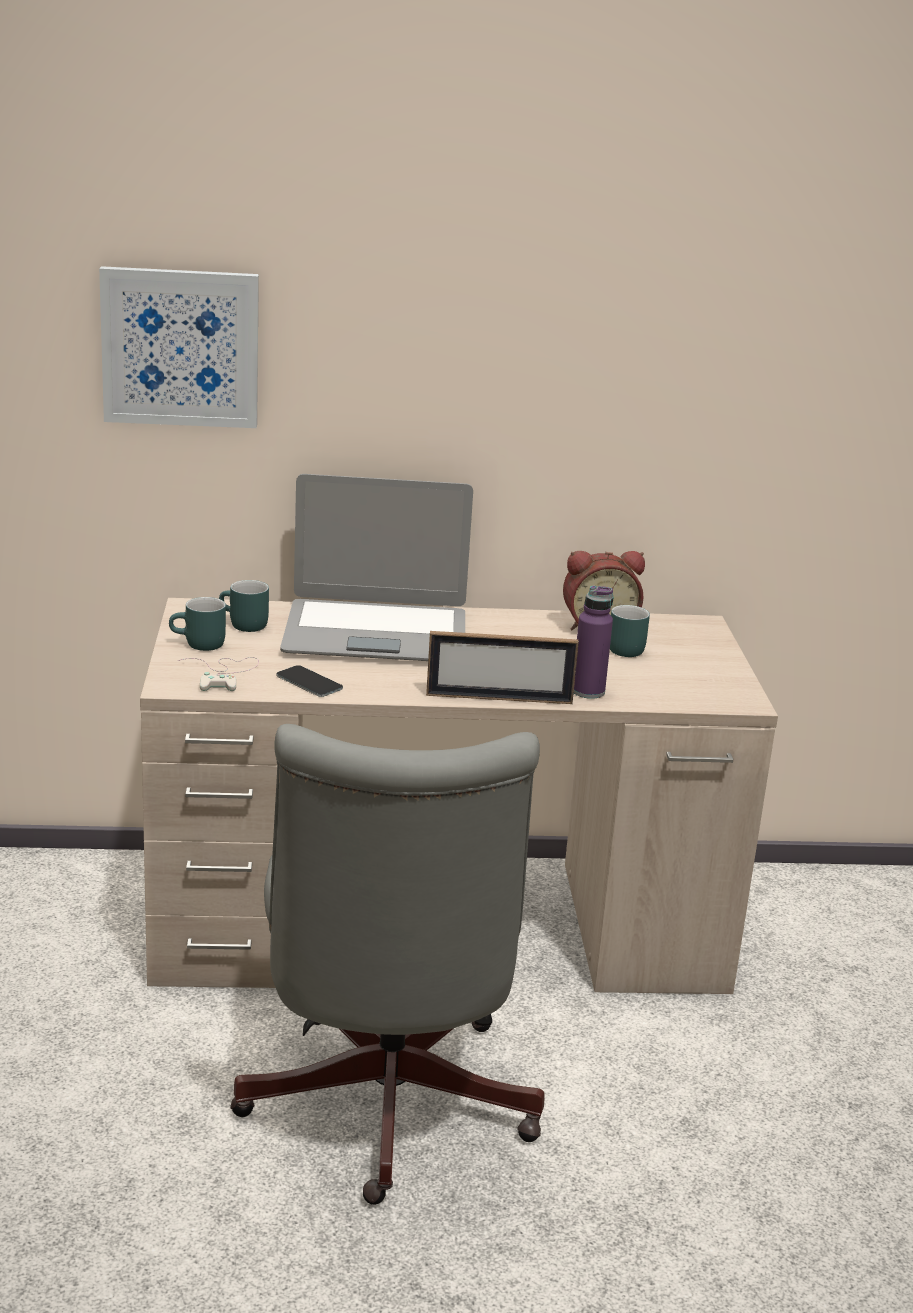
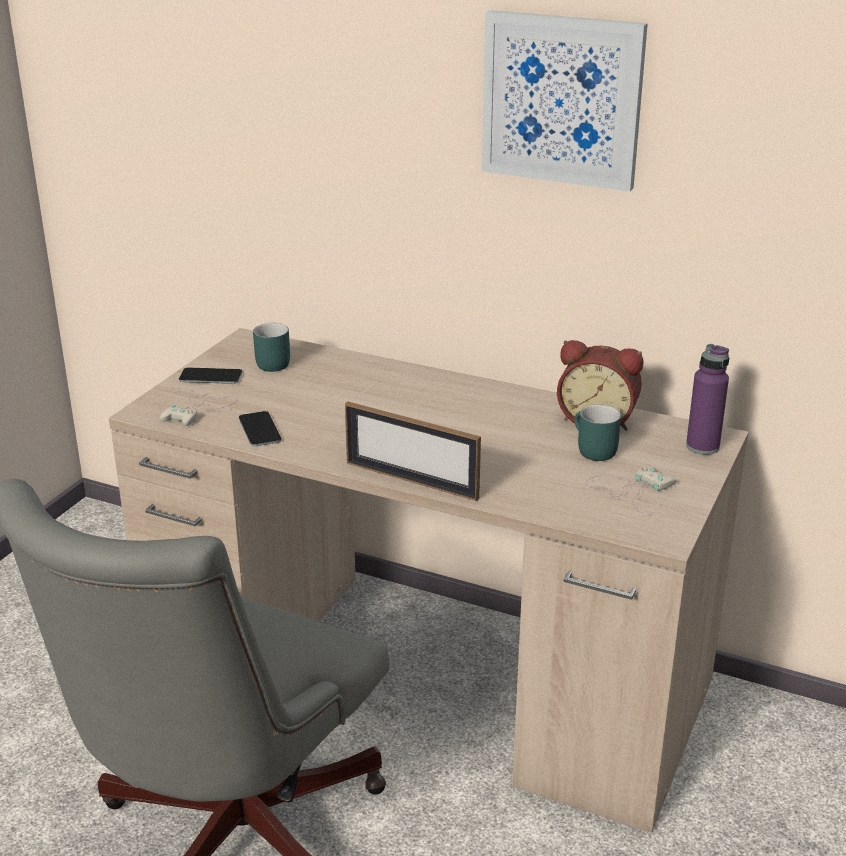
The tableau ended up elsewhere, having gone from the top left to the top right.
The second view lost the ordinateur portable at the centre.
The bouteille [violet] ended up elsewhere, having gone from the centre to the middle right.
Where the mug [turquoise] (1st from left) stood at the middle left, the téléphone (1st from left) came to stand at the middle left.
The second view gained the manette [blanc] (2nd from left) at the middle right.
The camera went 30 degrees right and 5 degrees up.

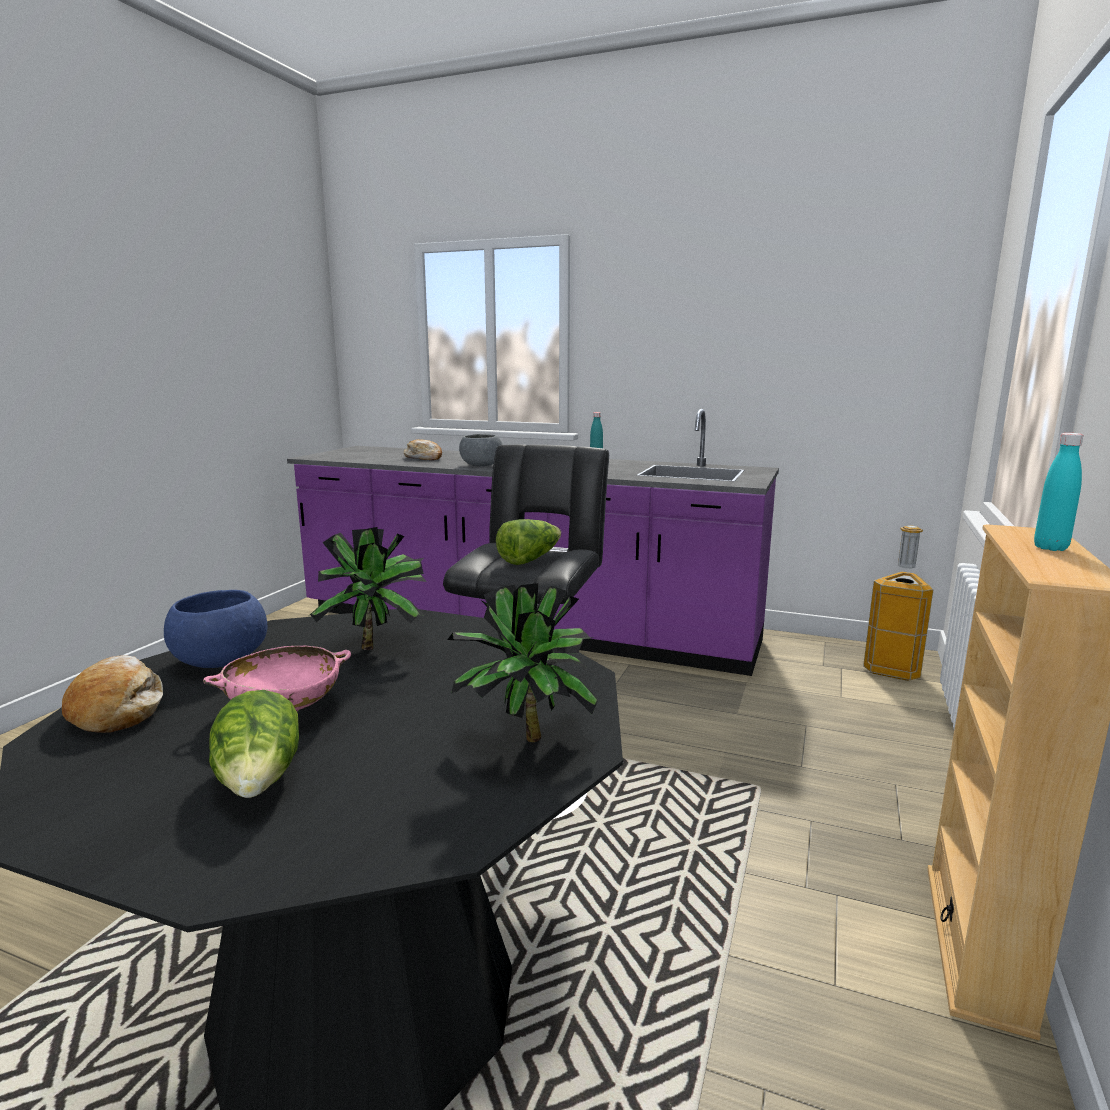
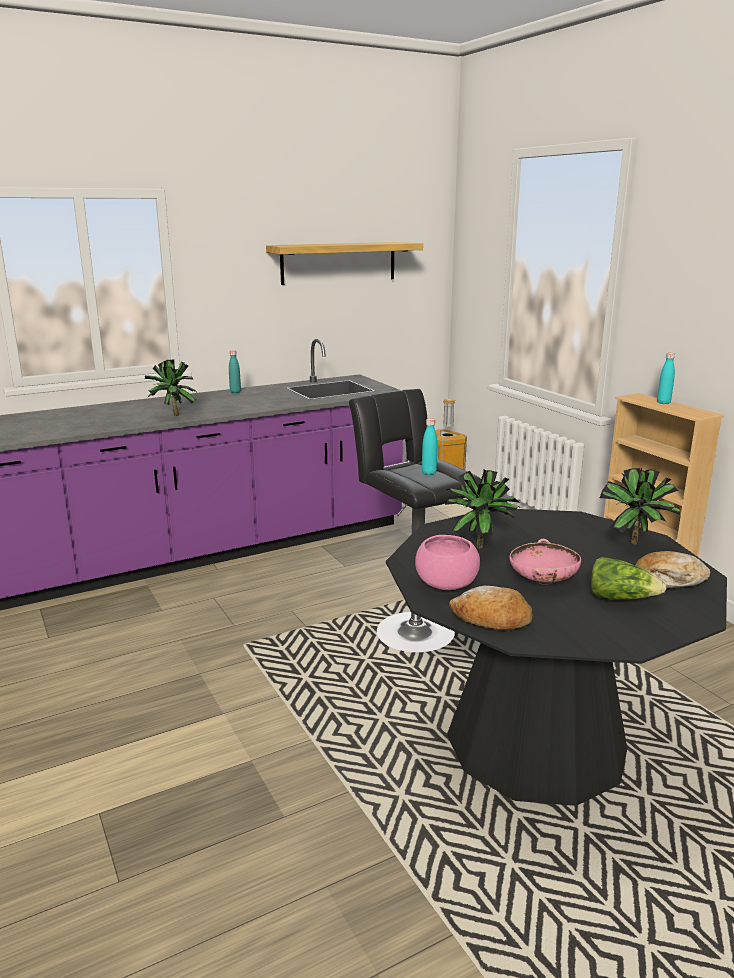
Where the bol [gris] stood at the centre, the plante en pot (1st from left) came to stand at the middle left.
The pain (2nd from left) ended up elsewhere, having gone from the centre to the middle right.
Where the laitue (2nd from left) stood at the centre, the bouteille [turquoise] (2nd from left) came to stand at the centre.
What was the bol [bleu] at the middle left turned into the bol [rose] (1st from left) at the centre.
The second view gained the étagère at the top centre.
The camera went 50 degrees left and 5 degrees up.

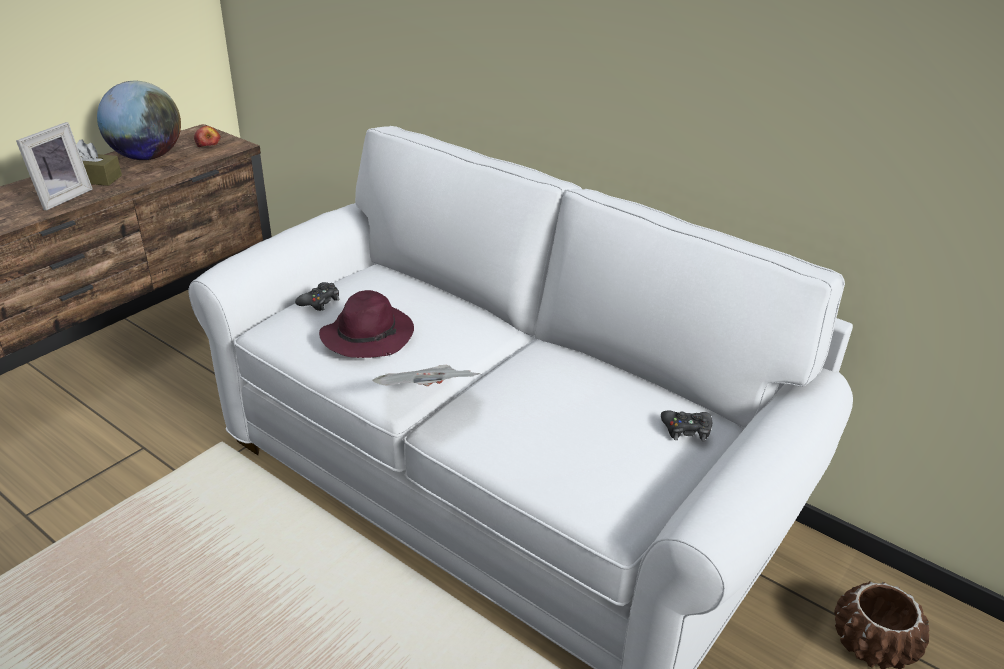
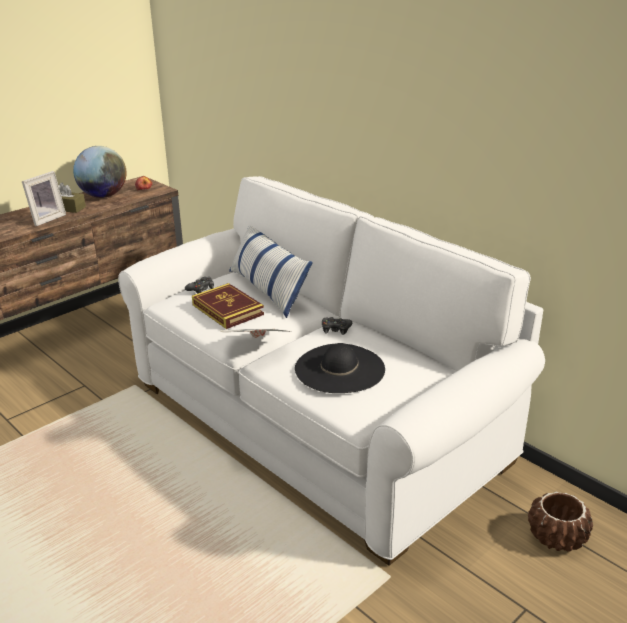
Where the chapeau [violet] stood at the centre, the livre came to stand at the centre.
The manette [noir] (2nd from left) ended up elsewhere, having gone from the middle right to the centre.
The second view gained the coussin at the centre.
The second view gained the chapeau [noir] at the centre.
The camera went 10 degrees right and 5 degrees down.

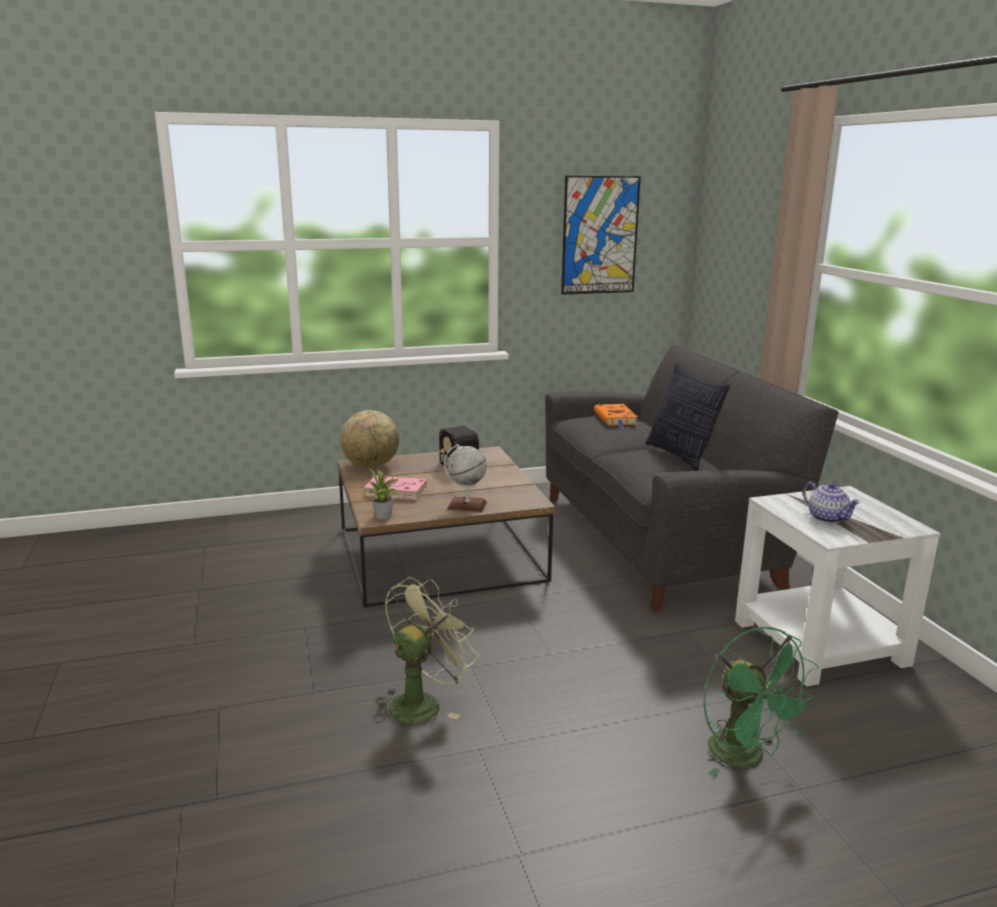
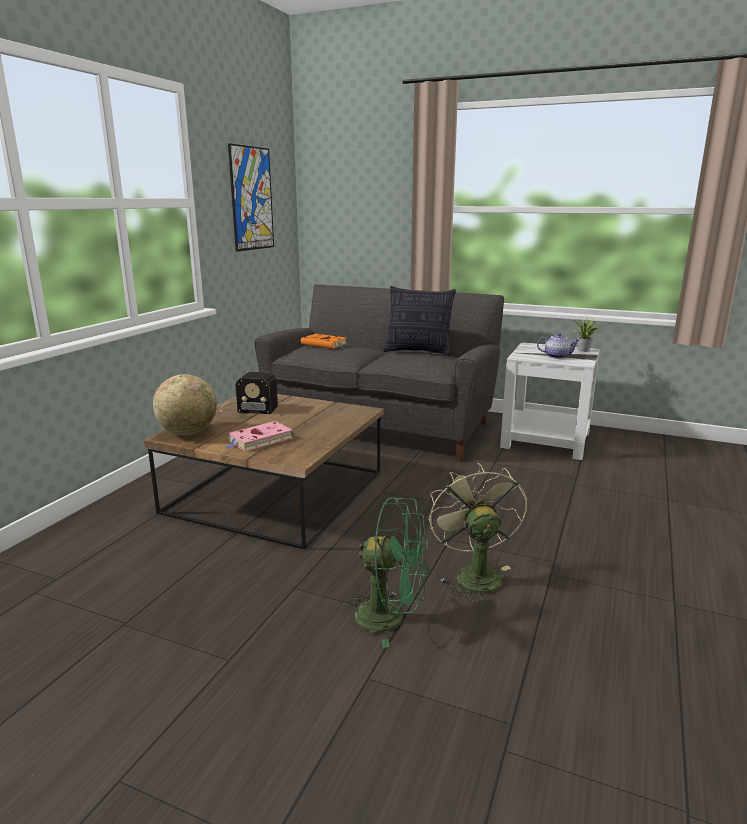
The second view lost the globe (2nd from left) at the centre.
The plante en pot ended up elsewhere, having gone from the centre to the middle right.
The ventilateur [vert] (2nd from left in the first image) ended up elsewhere, having gone from the bottom right to the bottom centre.
The camera went 50 degrees left and 0 degrees up.

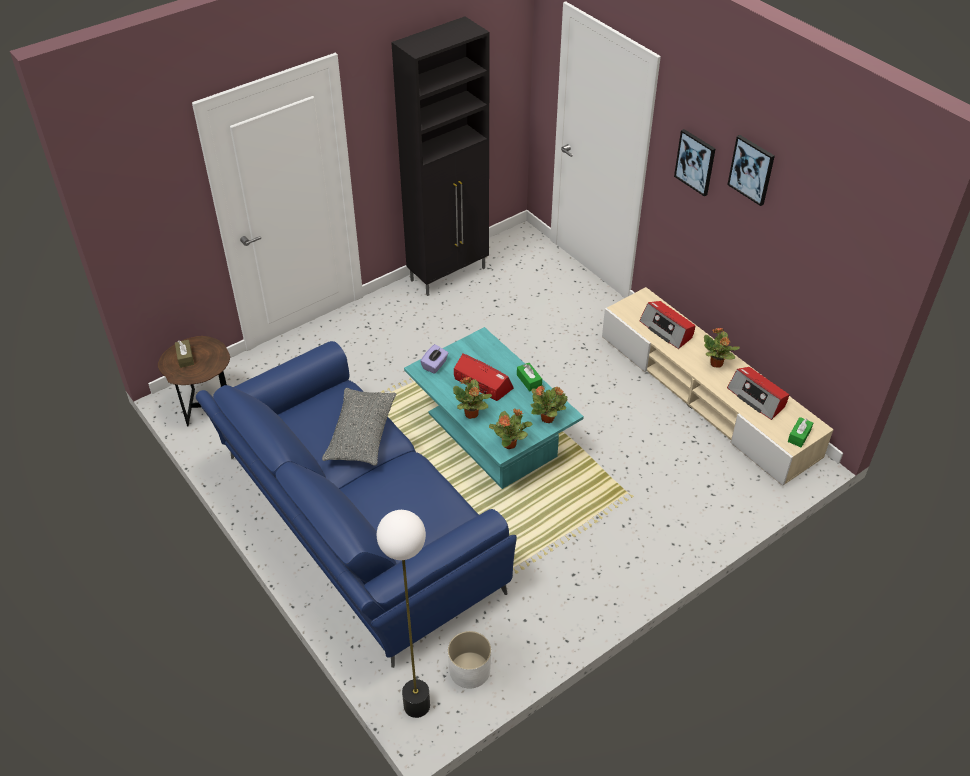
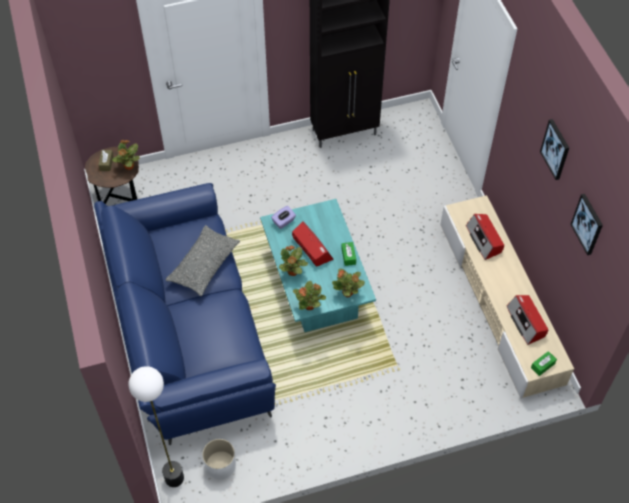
The tableau (1st from left in the first image) ended up elsewhere, having gone from the top right to the middle right.
The plante en pot (4th from left in the first image) ended up elsewhere, having gone from the middle right to the top left.
The camera went 20 degrees right and 10 degrees up.

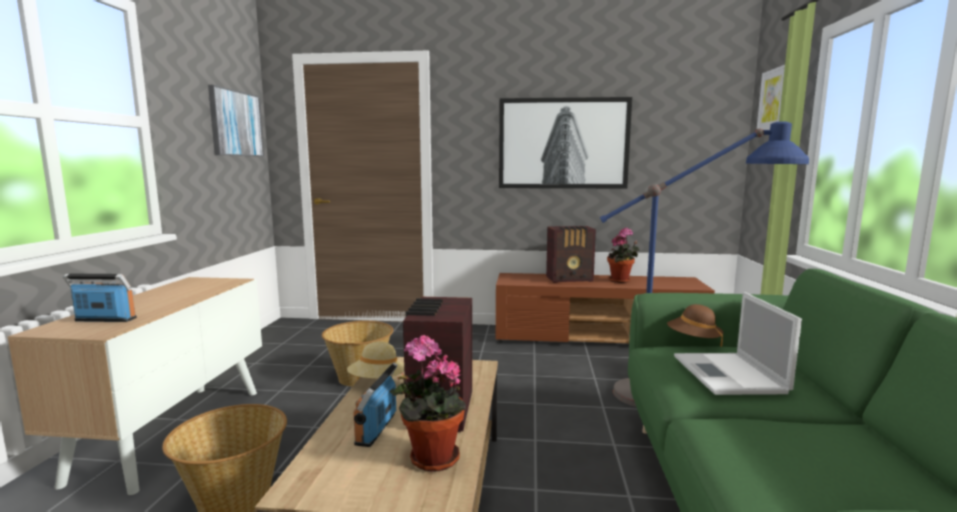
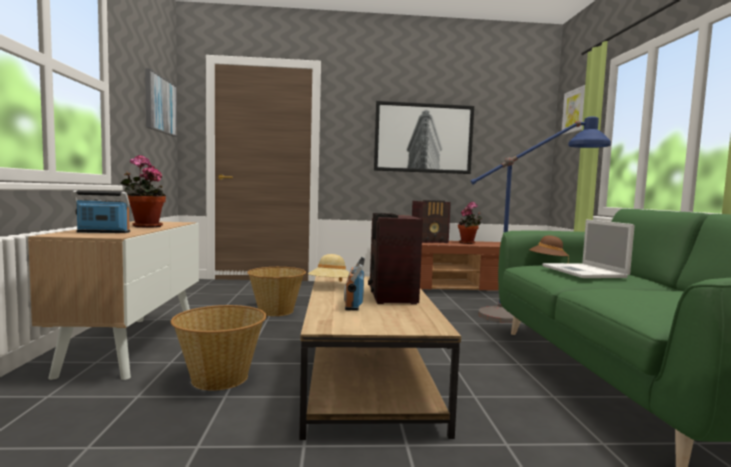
The plante en pot (1st from left) ended up elsewhere, having gone from the bottom centre to the middle left.
The camera went 10 degrees left and 5 degrees down.

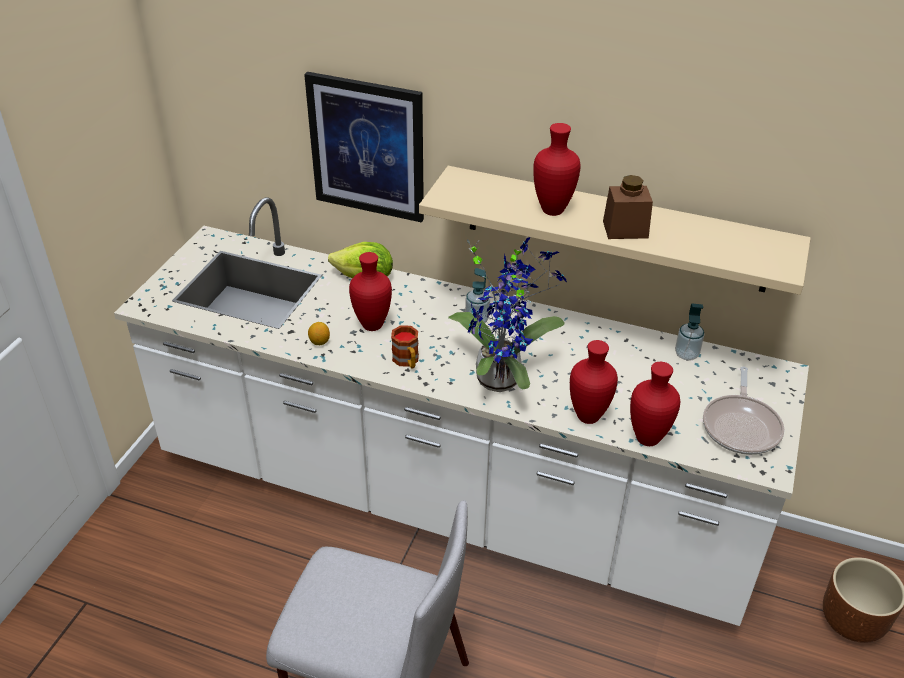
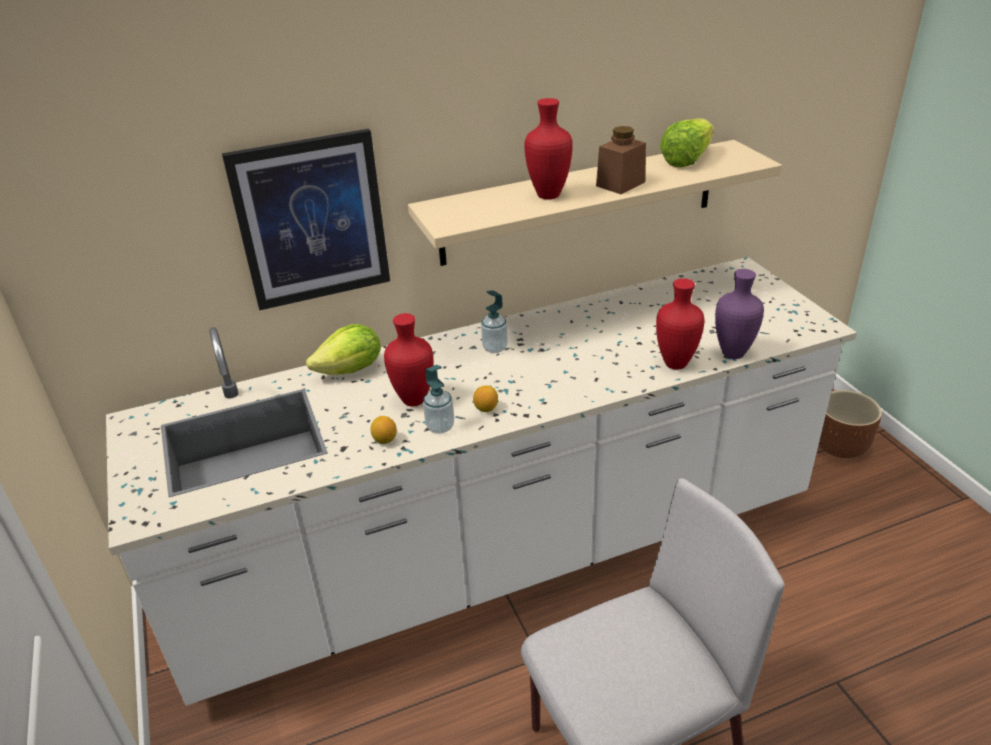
The second view lost the plante en pot at the centre.
The distributeur de savon (2nd from left in the first image) ended up elsewhere, having gone from the middle right to the centre.
Where the mug stood at the centre, the citron (2nd from left) came to stand at the centre.
What was the vase [rouge] (4th from left) at the middle right turned into the vase [violet] at the middle right.
The second view lost the poêle at the middle right.
The second view gained the laitue (2nd from left) at the top right.
The camera went 40 degrees left and 5 degrees down.

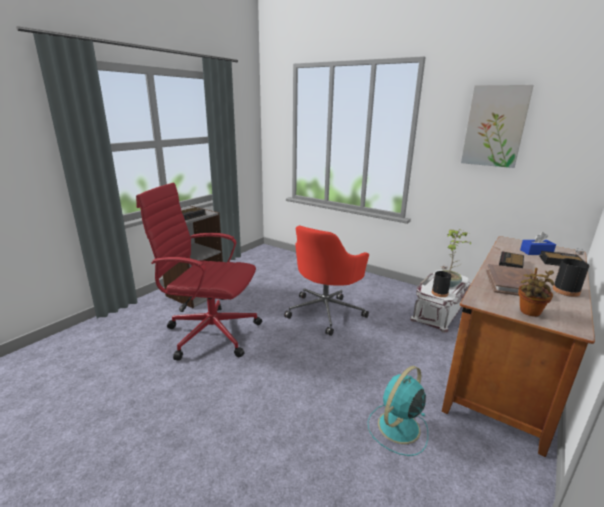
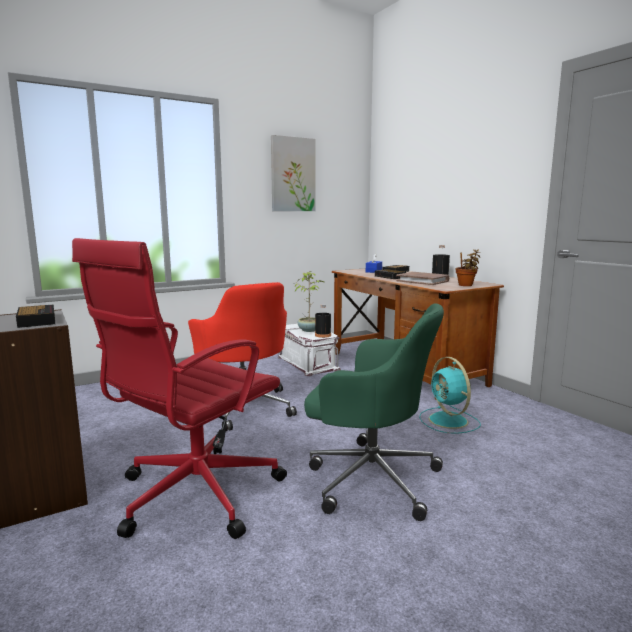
The second view gained the chaise de bureau [vert] at the centre.
The camera went 65 degrees left and 10 degrees down.

